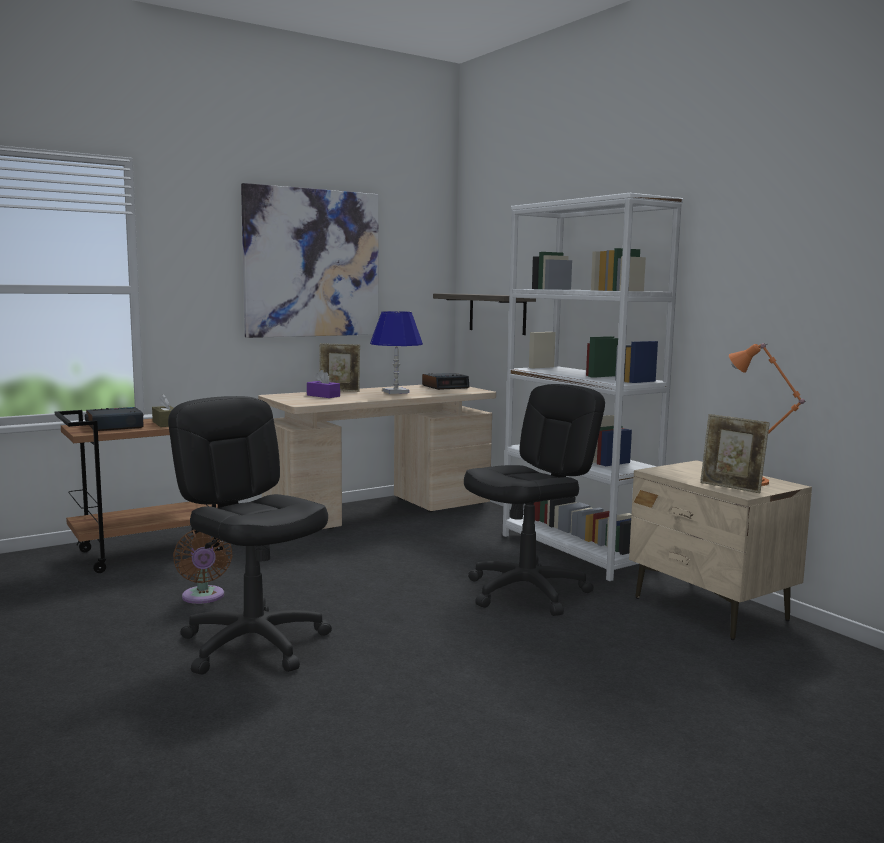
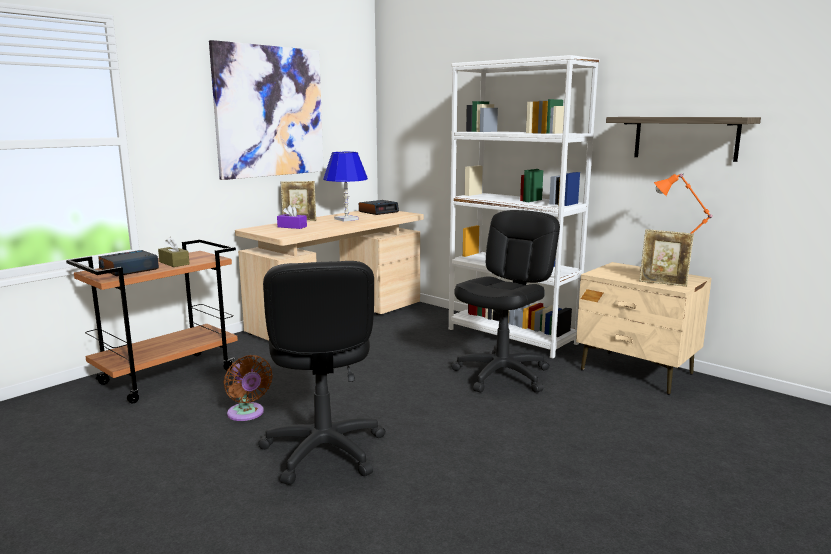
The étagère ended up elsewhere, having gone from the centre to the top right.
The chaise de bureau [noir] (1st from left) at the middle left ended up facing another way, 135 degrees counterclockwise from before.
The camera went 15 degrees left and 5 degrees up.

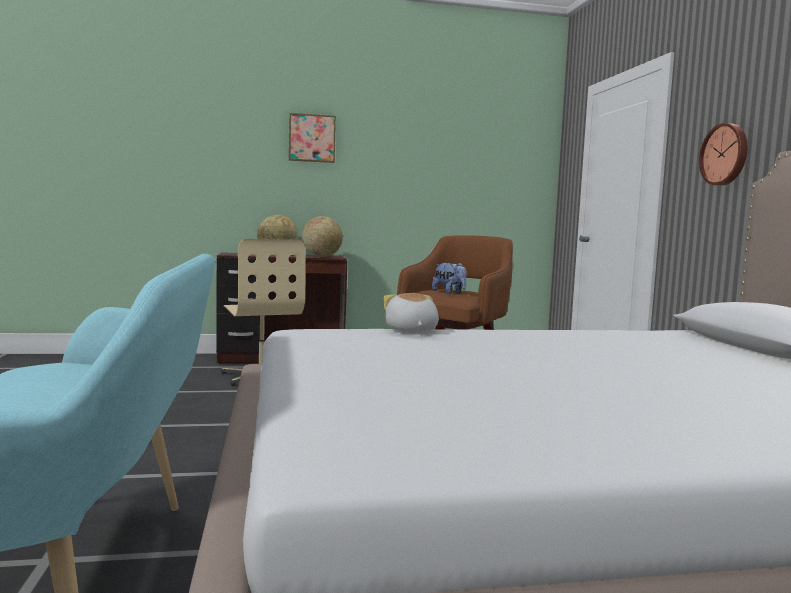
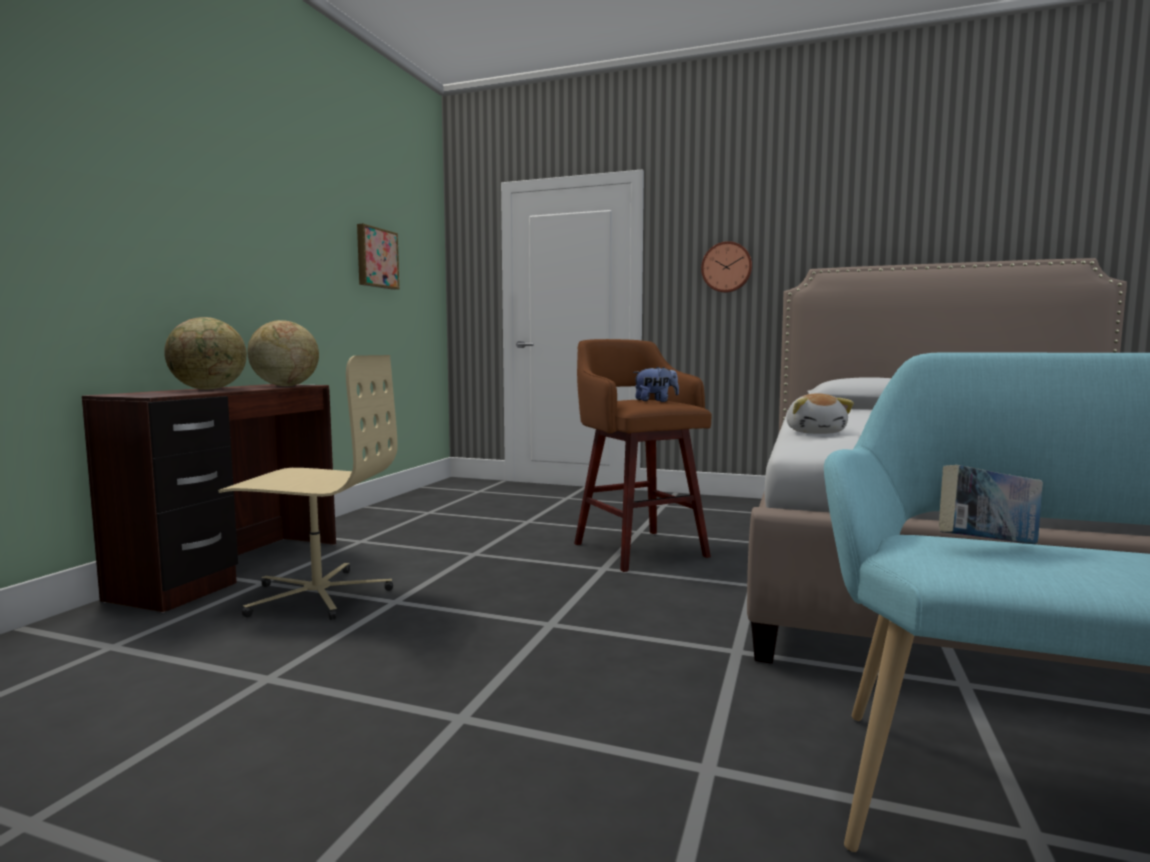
The tableau ended up elsewhere, having gone from the top centre to the top left.
The peluche (1st from left in the first image) at the centre ended up facing another way, 105 degrees counterclockwise from before.
The second view gained the livre at the middle right.
The camera went 60 degrees left and 0 degrees up.

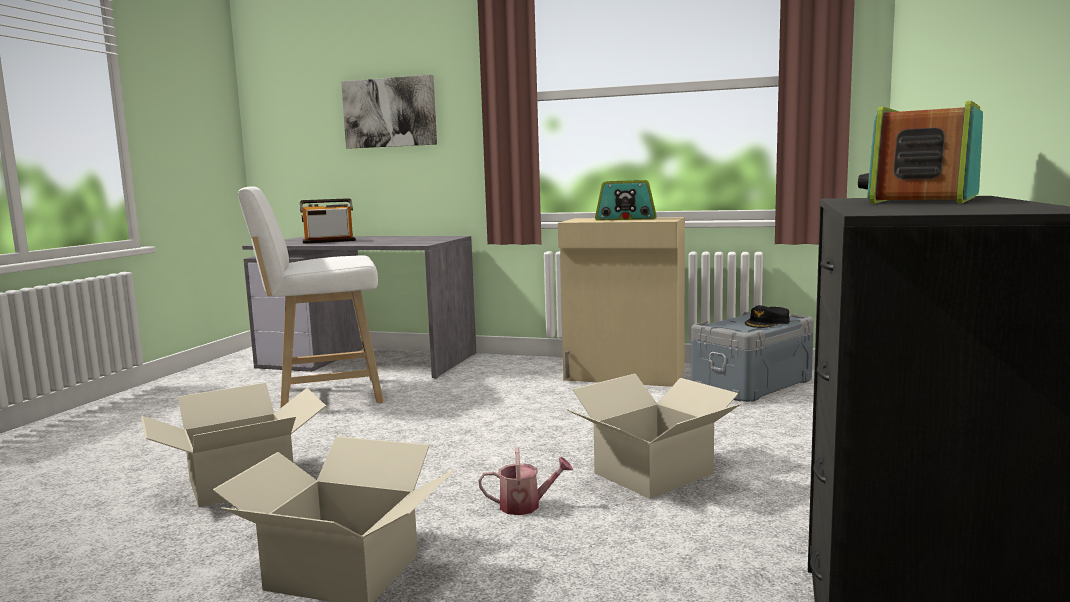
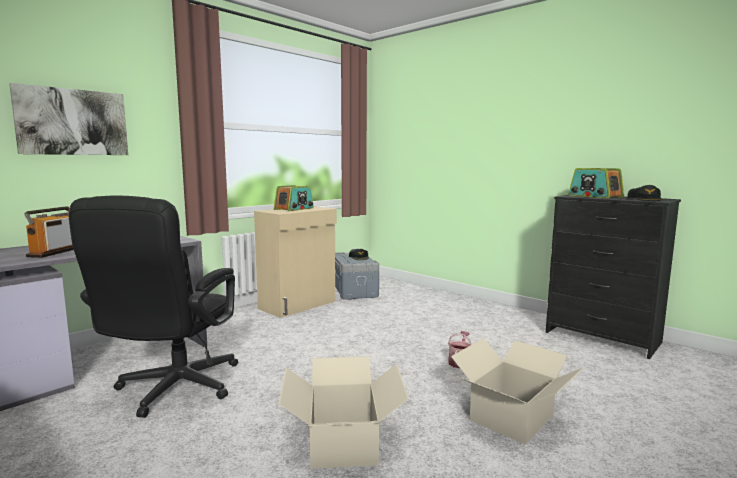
Where the tabouret [blanc] stood at the middle left, the chaise de bureau [noir] came to stand at the middle left.
The second view lost the carton (3rd from left) at the bottom centre.
The second view gained the casquette [noir] (2nd from left) at the middle right.
The camera went 65 degrees left and 0 degrees up.

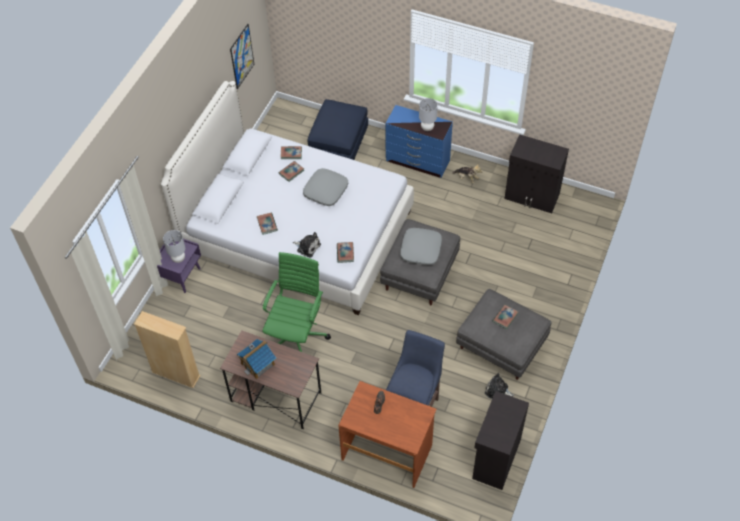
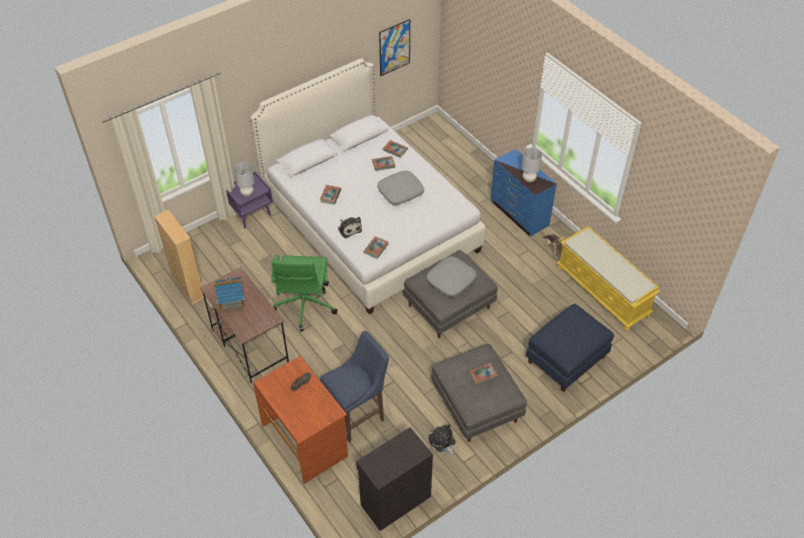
The pouf [bleu] ended up elsewhere, having gone from the top centre to the middle right.
Where the meuble de rangement [noir] (2nd from left) stood at the top right, the banc [jaune] came to stand at the middle right.
The chaise de bureau [vert] at the centre ended up facing another way, 135 degrees clockwise from before.
The camera went 30 degrees right and 5 degrees down.

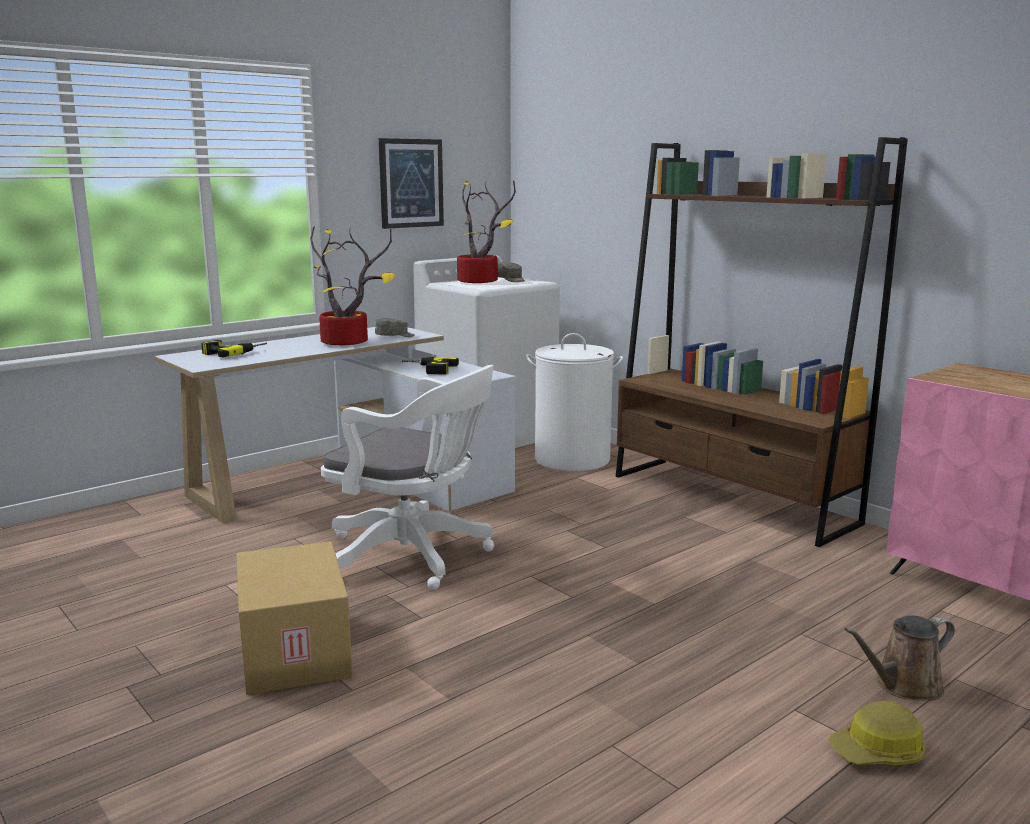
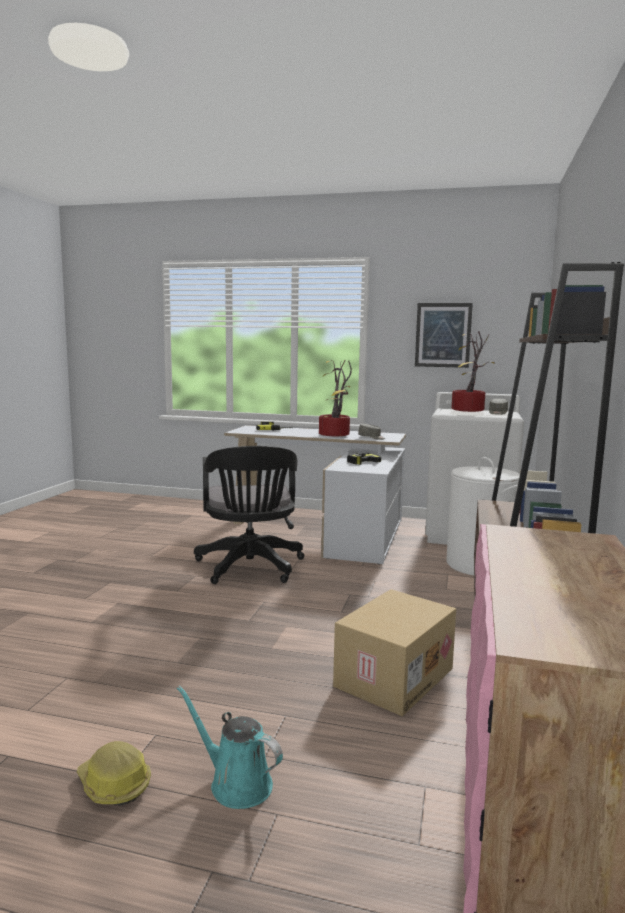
What was the chaise de bureau [blanc] at the centre turned into the chaise de bureau [noir] at the centre.
The carton ended up elsewhere, having gone from the bottom left to the bottom centre.
What was the arrosoir [marron] at the bottom right turned into the arrosoir [turquoise] at the bottom centre.
The camera went 55 degrees right and 5 degrees down.

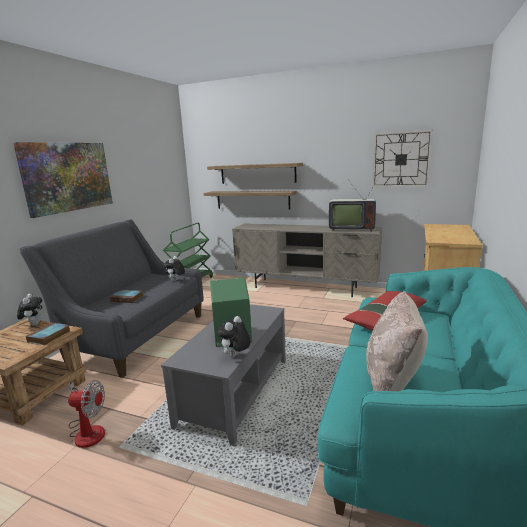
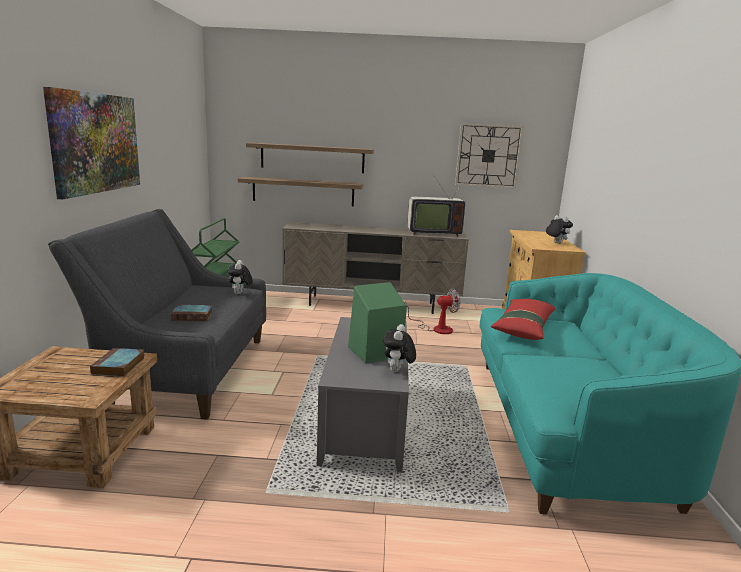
The second view lost the coussin [beige] at the middle right.
The peluche (1st from left in the first image) ended up elsewhere, having gone from the middle left to the middle right.
The ventilateur ended up elsewhere, having gone from the bottom left to the centre.
The camera went 20 degrees left and 0 degrees up.

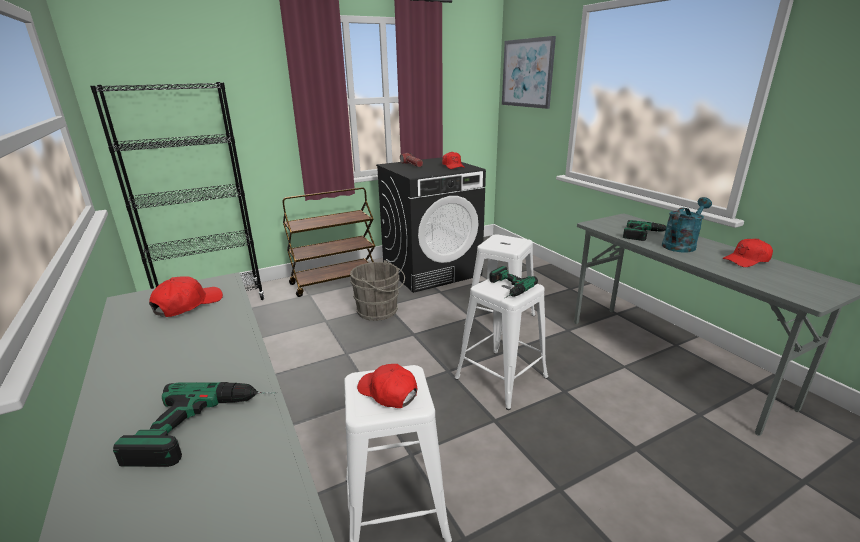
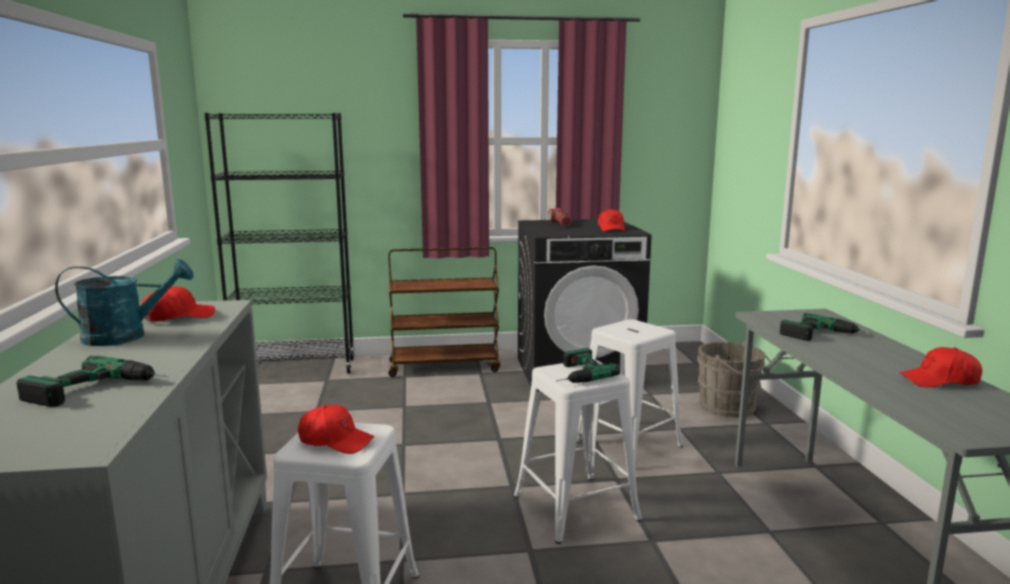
The second view lost the tableau at the top centre.
The arrosoir [turquoise] ended up elsewhere, having gone from the middle right to the middle left.
The seau [gris] ended up elsewhere, having gone from the centre to the middle right.
The casquette [rouge] (2nd from left) at the bottom centre ended up facing another way, 135 degrees clockwise from before.
The camera went 20 degrees right and 10 degrees down.

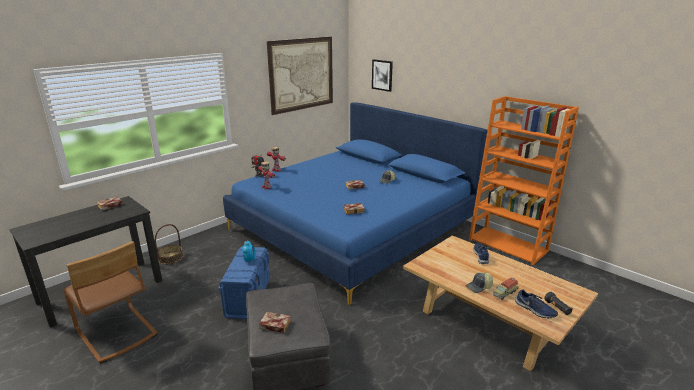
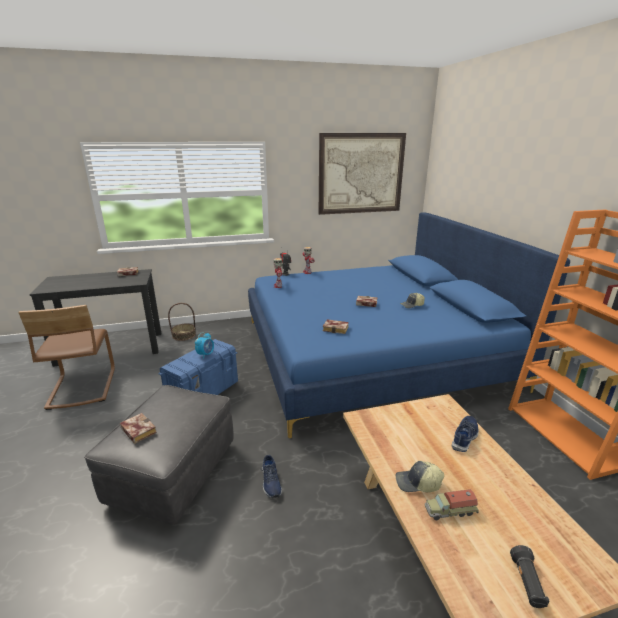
The second view lost the tableau (2nd from left) at the top centre.
The chaussure [bleu] (2nd from left in the first image) ended up elsewhere, having gone from the bottom right to the bottom centre.
The camera went 30 degrees right and 0 degrees up.

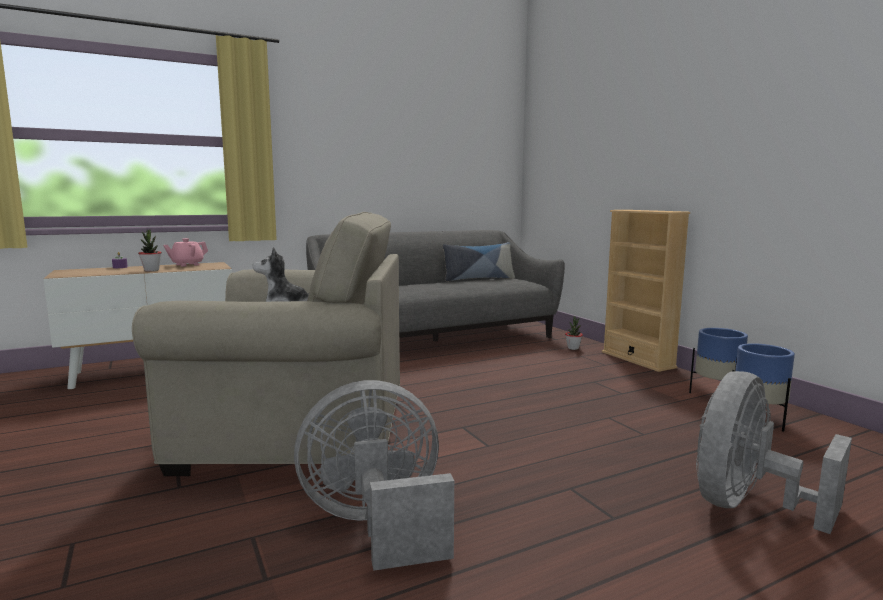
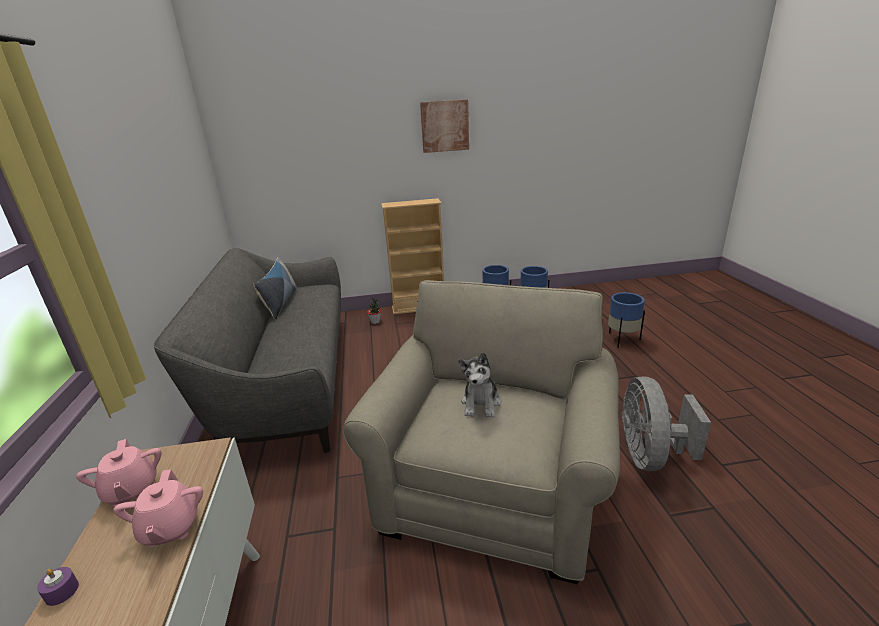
Where the plante en pot (1st from left) stood at the middle left, the théière [rose] (2nd from left) came to stand at the bottom left.
Where the ventilateur [gris] (2nd from left) stood at the bottom right, the cache-pot [bleu] (3rd from left) came to stand at the middle right.
The second view gained the tableau at the top centre.
The camera went 70 degrees left and 15 degrees up.

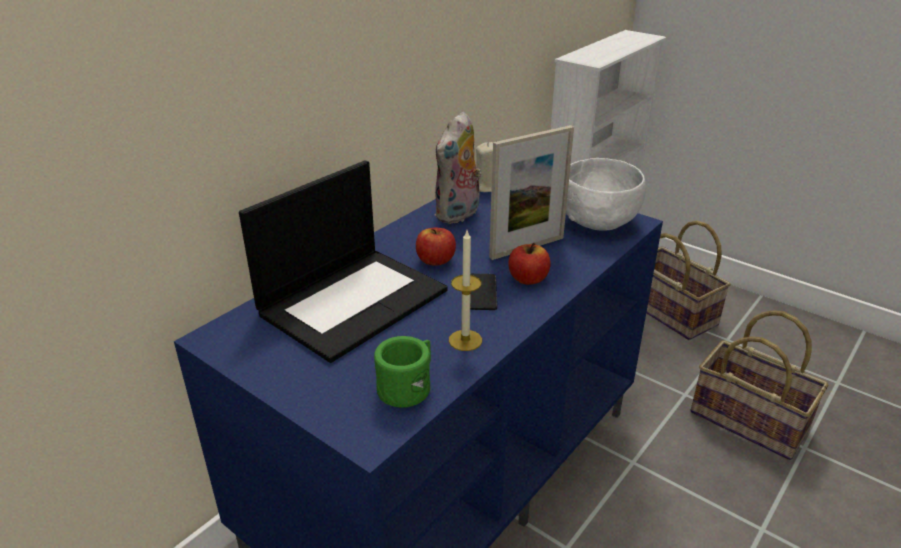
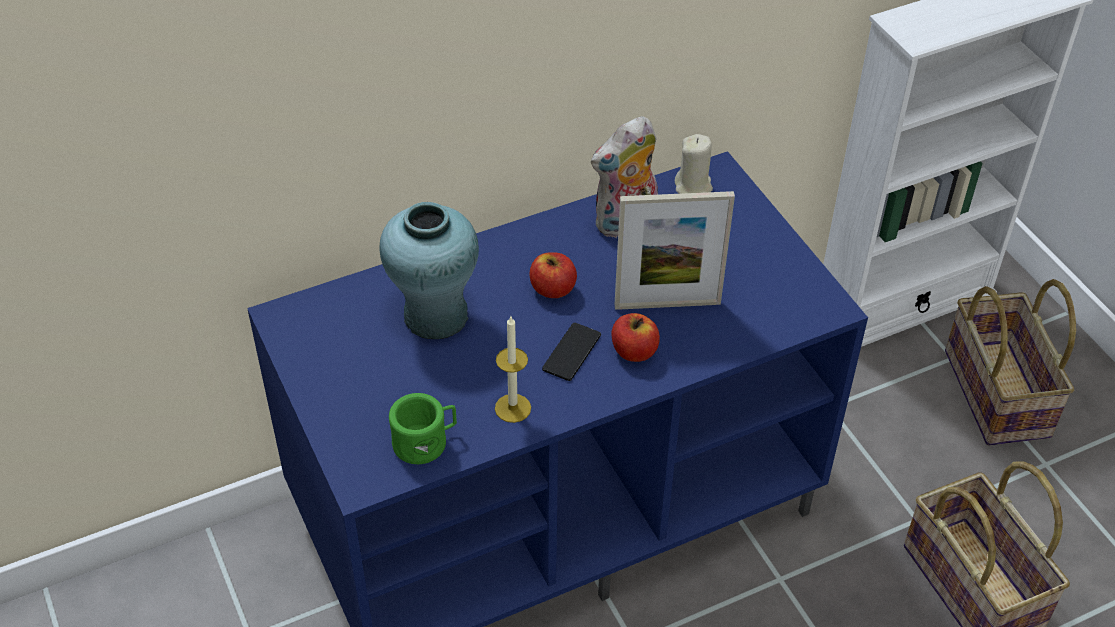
The second view lost the bol [blanc] at the middle right.
Where the ordinateur portable stood at the centre, the vase [turquoise] came to stand at the centre.
The camera went 25 degrees right and 15 degrees up.

